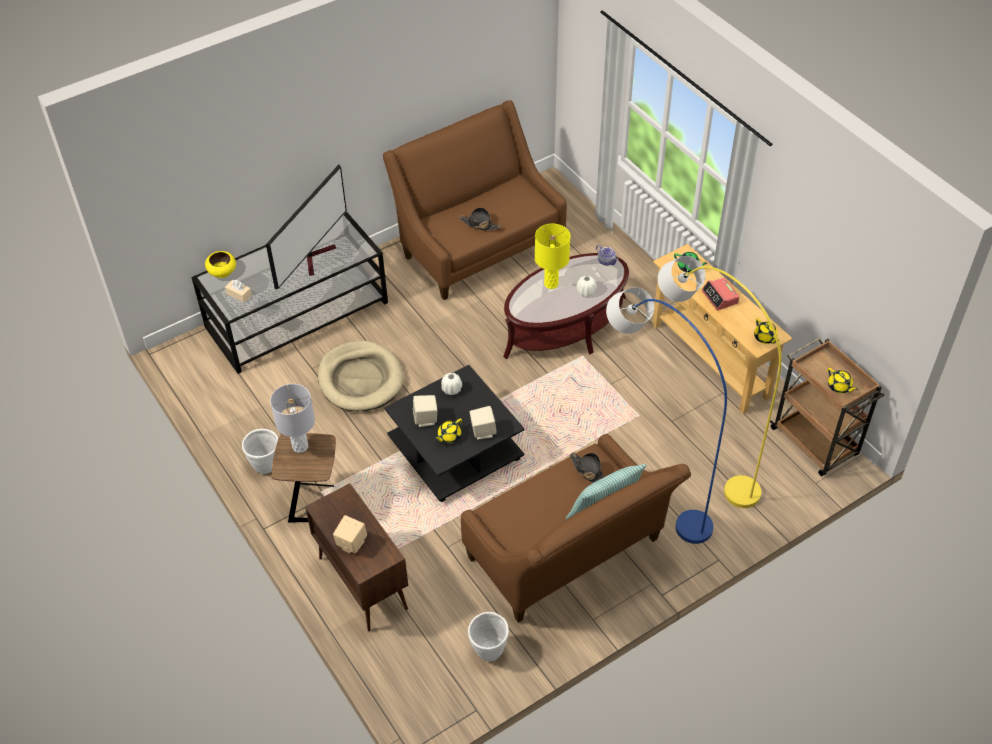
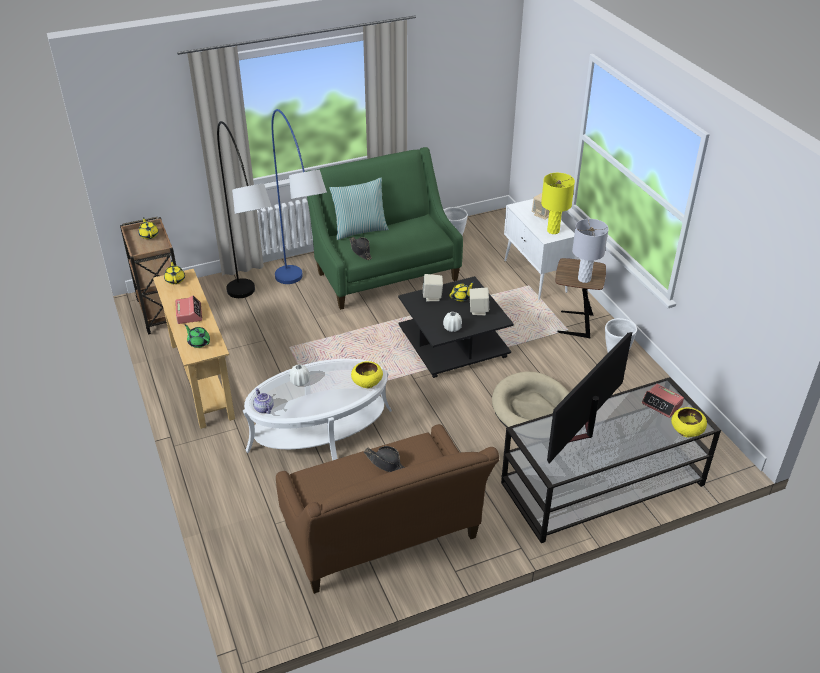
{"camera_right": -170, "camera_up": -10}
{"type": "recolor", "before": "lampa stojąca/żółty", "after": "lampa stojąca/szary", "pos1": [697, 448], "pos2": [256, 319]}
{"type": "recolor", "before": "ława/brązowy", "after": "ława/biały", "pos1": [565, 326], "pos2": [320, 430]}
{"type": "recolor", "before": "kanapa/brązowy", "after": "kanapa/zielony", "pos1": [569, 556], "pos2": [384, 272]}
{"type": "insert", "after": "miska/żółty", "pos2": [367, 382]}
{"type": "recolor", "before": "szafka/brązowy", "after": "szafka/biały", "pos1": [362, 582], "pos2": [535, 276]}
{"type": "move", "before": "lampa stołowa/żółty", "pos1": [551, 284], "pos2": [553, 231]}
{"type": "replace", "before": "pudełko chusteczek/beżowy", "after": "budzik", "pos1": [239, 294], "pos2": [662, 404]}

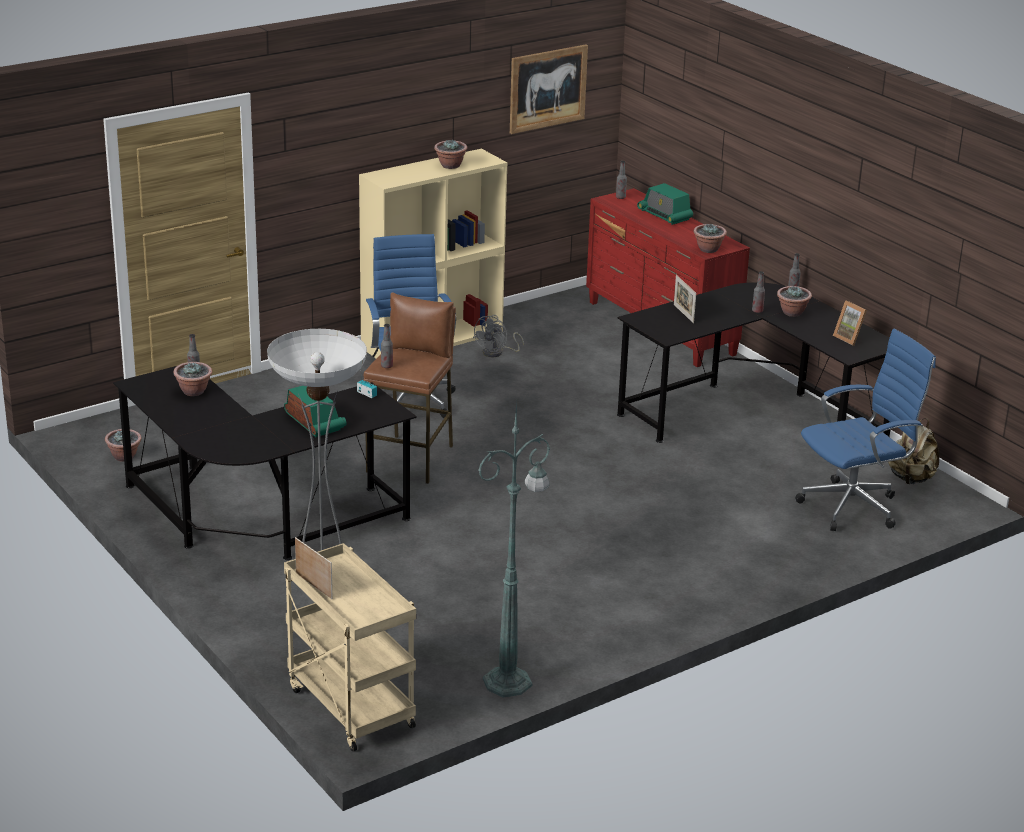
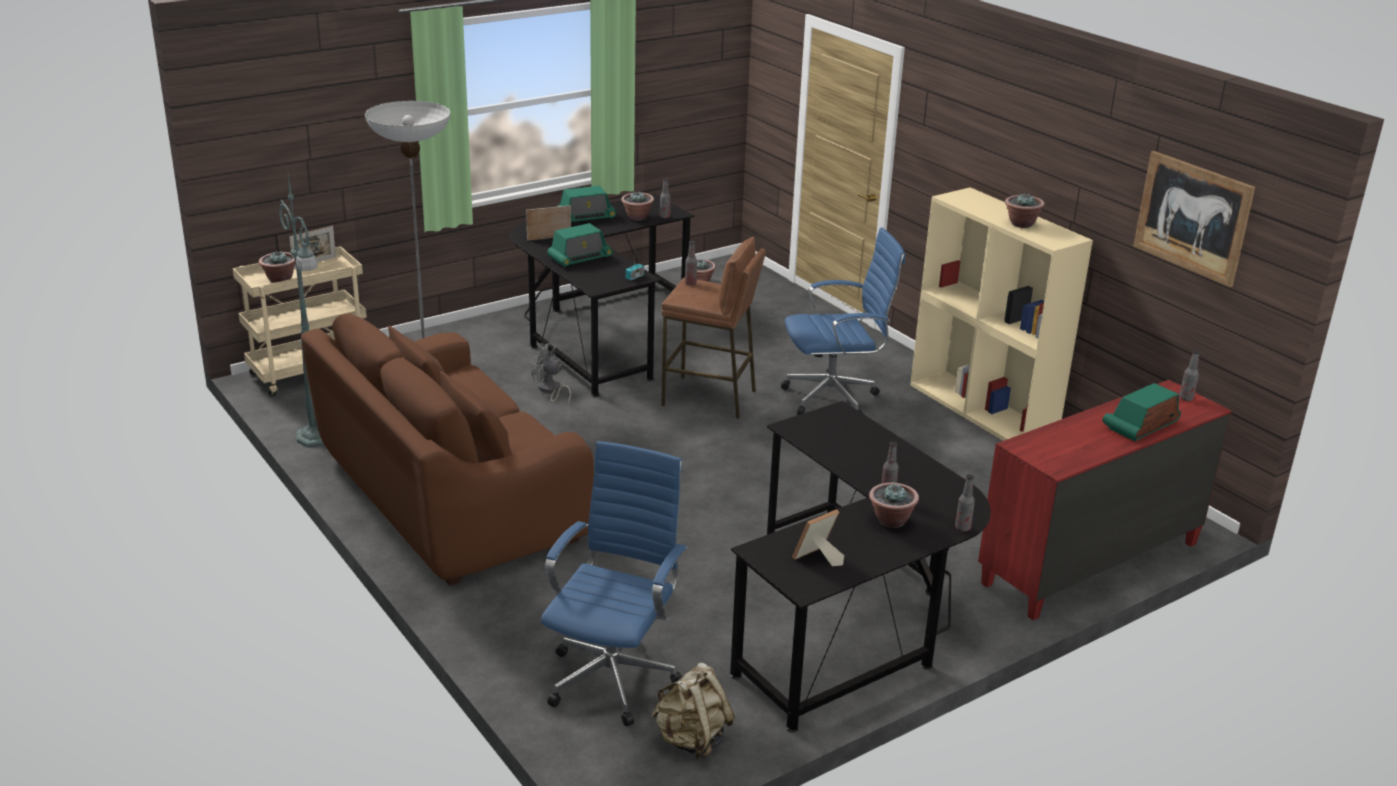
{"camera_right": 90, "camera_up": 0}
{"type": "move", "before": "roślina doniczkowa", "pos1": [708, 249], "pos2": [280, 280]}
{"type": "insert", "after": "kanapa/brązowy", "pos2": [450, 500]}
{"type": "move", "before": "ramka na zdjęcie", "pos1": [683, 313], "pos2": [549, 238]}
{"type": "move", "before": "wentylator/szary", "pos1": [497, 353], "pos2": [550, 390]}
{"type": "rotate", "before": "krzesło biurowe/niebieski", "pos1": [854, 506], "pos2": [614, 676], "turn": -135}
{"type": "insert", "after": "radio", "pos2": [586, 217]}

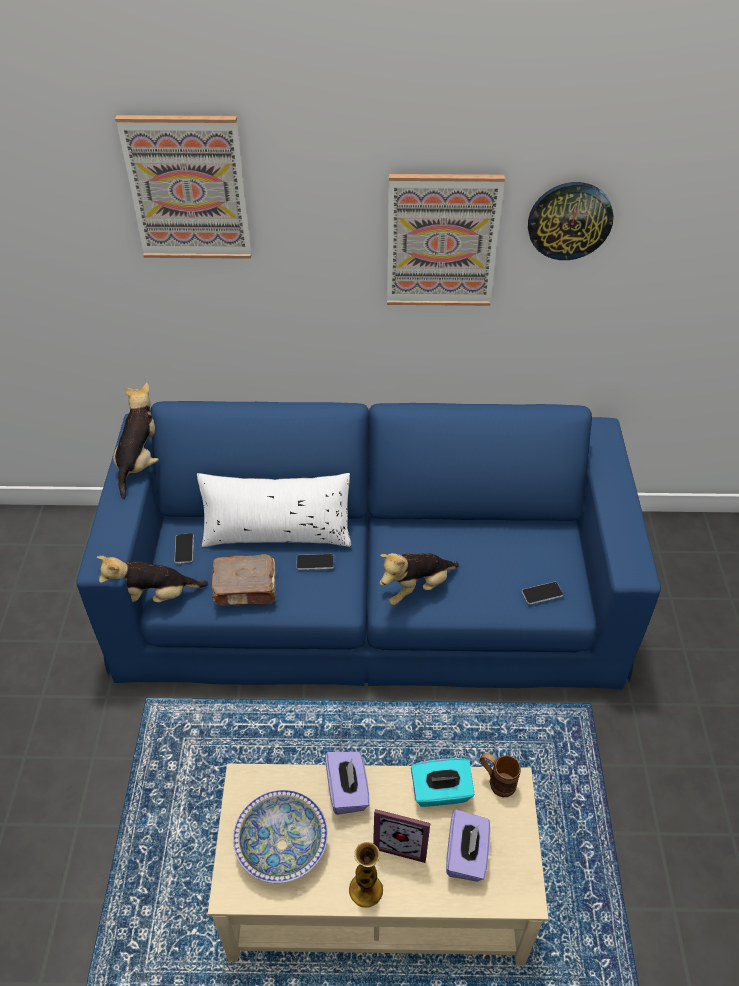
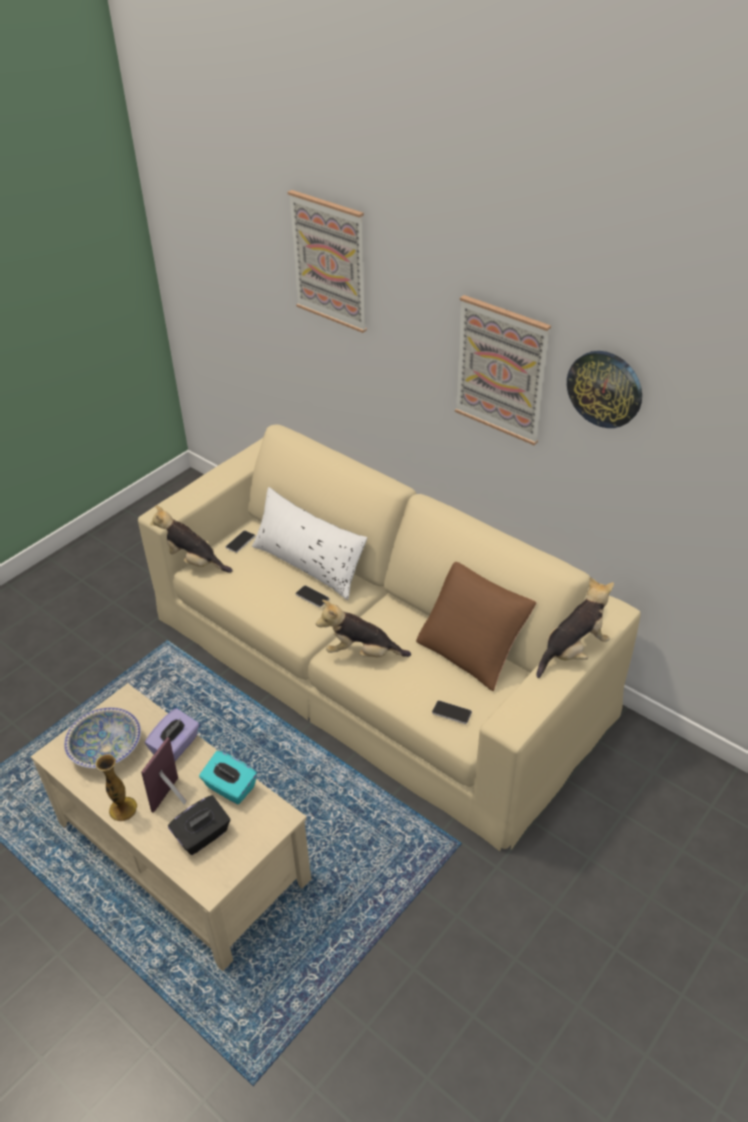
{"camera_right": 40, "camera_up": -5}
{"type": "recolor", "before": "kanapa/niebieski", "after": "kanapa/beżowy", "pos1": [369, 592], "pos2": [377, 661]}
{"type": "rotate", "before": "ramka na zdjęcie", "pos1": [402, 841], "pos2": [174, 798], "turn": 60}
{"type": "recolor", "before": "pudełko chusteczek/fioletowy", "after": "pudełko chusteczek/czarny", "pos1": [466, 855], "pos2": [202, 835]}
{"type": "insert", "after": "poduszka/brązowy", "pos2": [471, 650]}
{"type": "move", "before": "pluszak", "pos1": [141, 462], "pos2": [572, 651]}
{"type": "delete", "before": "książka/brązowy", "pos1": [246, 588]}
{"type": "delete", "before": "kubek/brązowy", "pos1": [496, 782]}

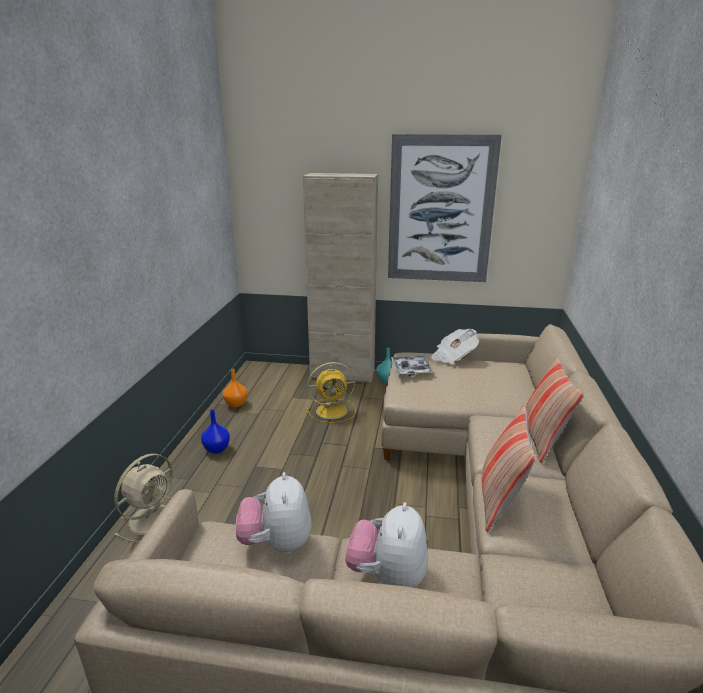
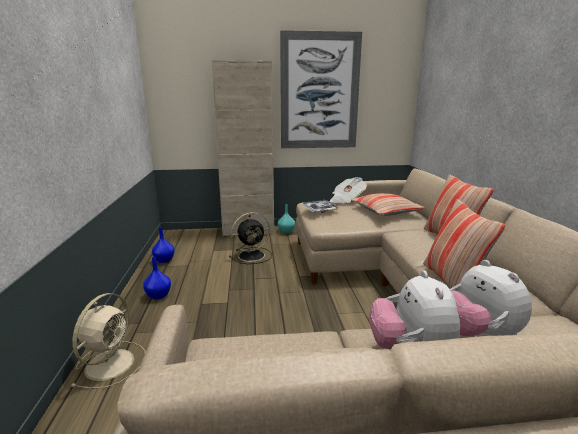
{"camera_right": -15, "camera_up": -5}
{"type": "recolor", "before": "wazon/pomarańczowy", "after": "wazon/niebieski", "pos1": [236, 404], "pos2": [164, 260]}
{"type": "recolor", "before": "wentylator/żółty", "after": "wentylator/czarny", "pos1": [333, 410], "pos2": [252, 255]}
{"type": "insert", "after": "poduszka", "pos2": [386, 211]}
{"type": "move", "before": "pluszak", "pos1": [277, 543], "pos2": [478, 334]}

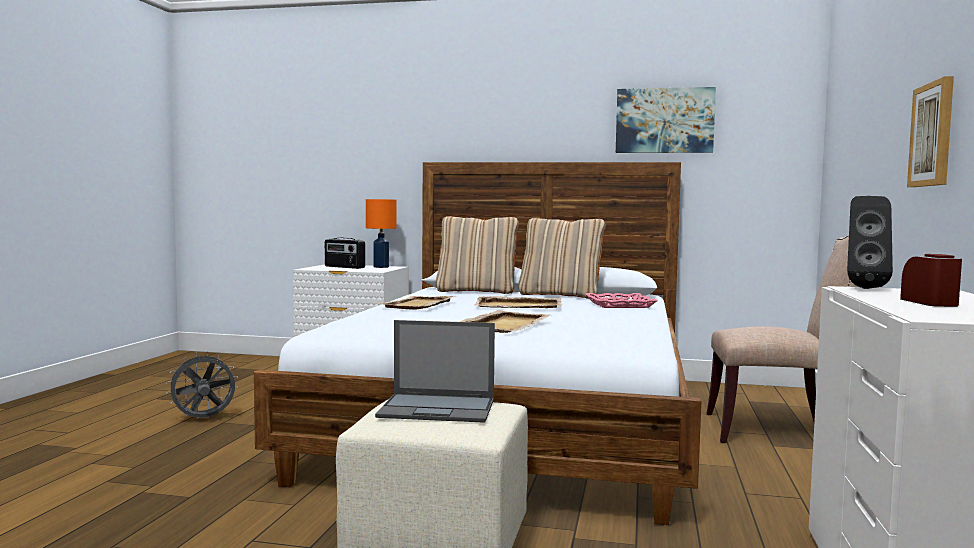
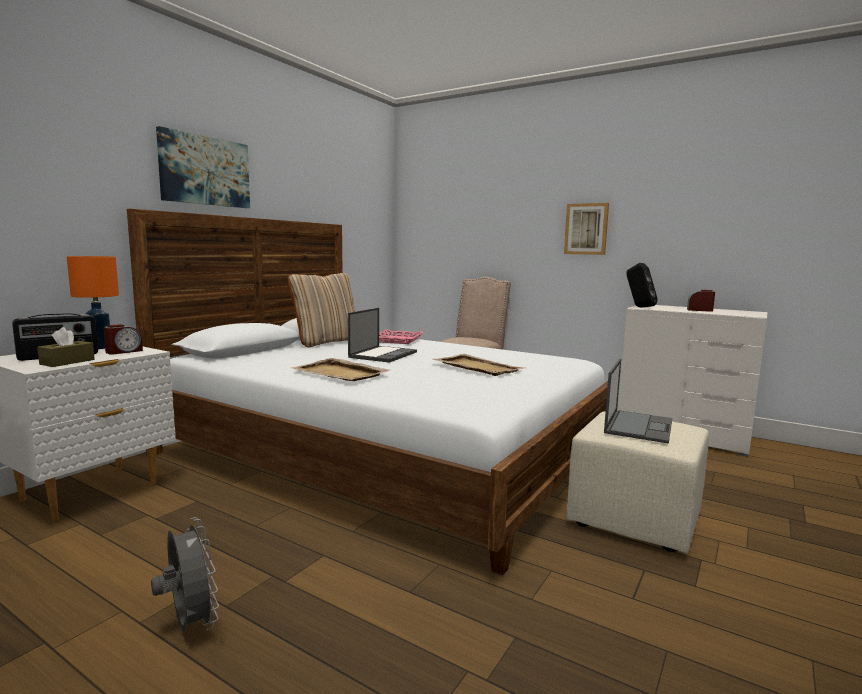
{"camera_right": -70, "camera_up": 5}
{"type": "insert", "after": "pudełko chusteczek/brązowy", "pos2": [67, 362]}
{"type": "insert", "after": "budzik", "pos2": [124, 351]}
{"type": "rotate", "before": "wentylator/szary", "pos1": [203, 419], "pos2": [190, 624], "turn": 150}
{"type": "move", "before": "obraz", "pos1": [664, 121], "pos2": [205, 171]}
{"type": "replace", "before": "taca/beżowy", "after": "laptop", "pos1": [519, 306], "pos2": [383, 354]}
{"type": "delete", "before": "poduszka/beżowy", "pos1": [476, 291]}

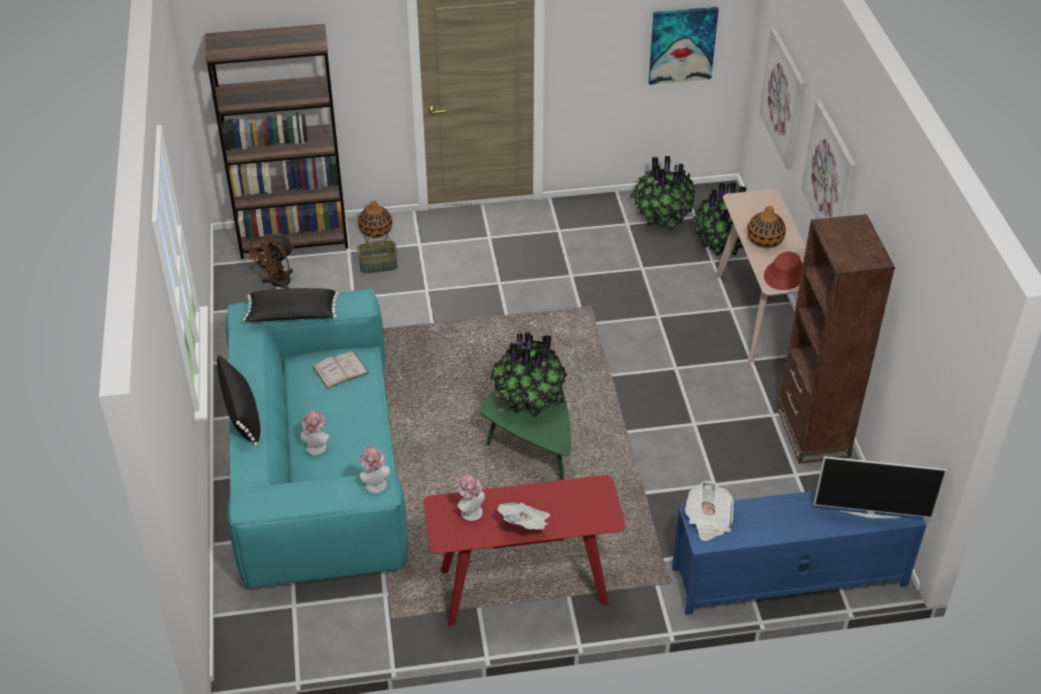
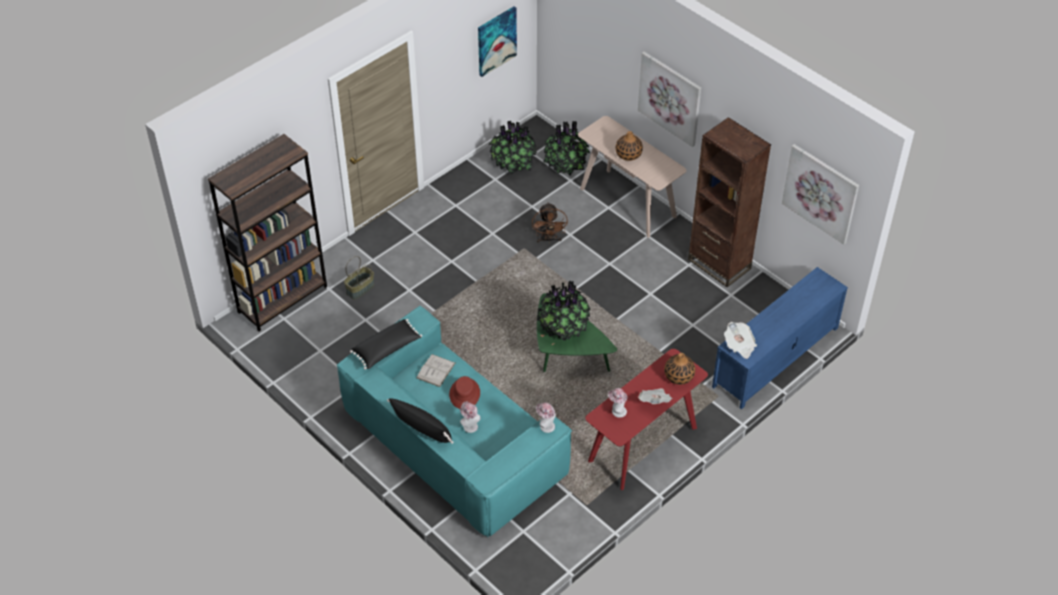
{"camera_right": -35, "camera_up": 5}
{"type": "move", "before": "kapelusz/czerwony", "pos1": [785, 275], "pos2": [465, 394]}
{"type": "move", "before": "wentylator/brązowy", "pos1": [277, 285], "pos2": [549, 239]}
{"type": "move", "before": "wazon", "pos1": [375, 231], "pos2": [679, 376]}
{"type": "move", "before": "obraz", "pos1": [784, 98], "pos2": [820, 193]}
{"type": "delete", "before": "telewizor", "pos1": [870, 513]}

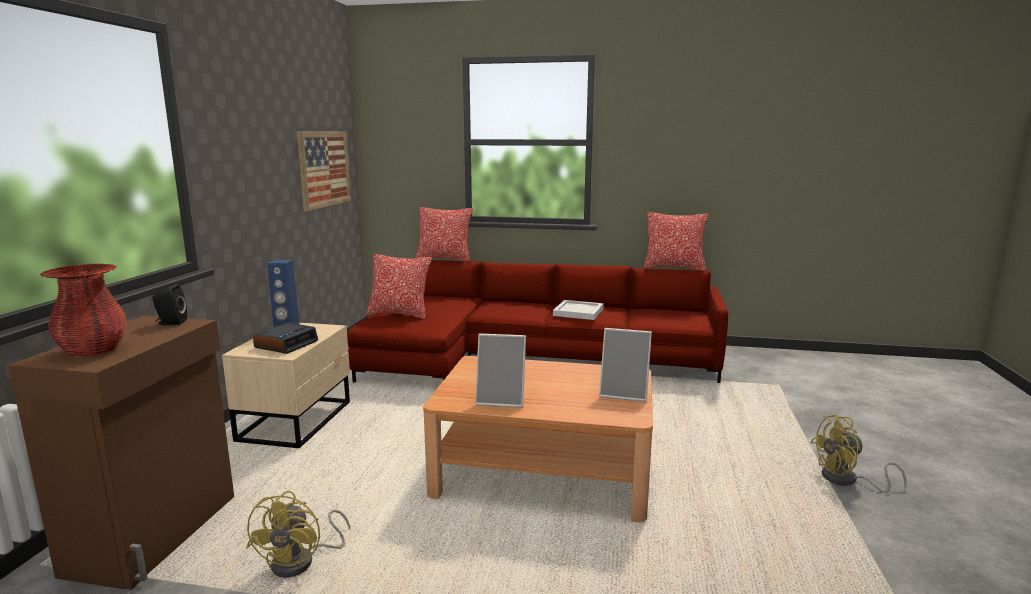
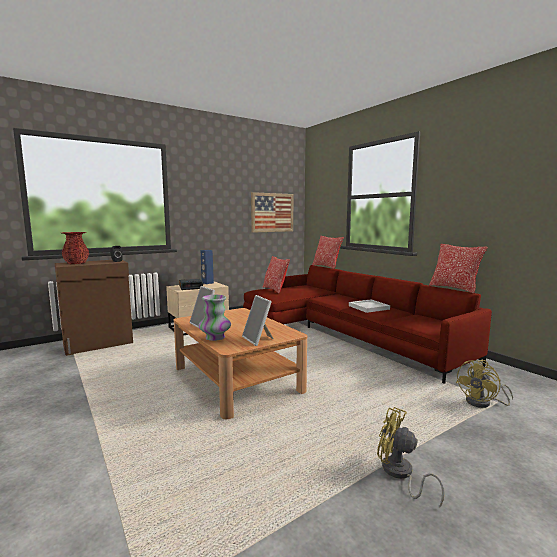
{"camera_right": 45, "camera_up": -5}
{"type": "insert", "after": "wazon", "pos2": [215, 337]}
{"type": "move", "before": "wentylator/żółty", "pos1": [302, 561], "pos2": [483, 403]}

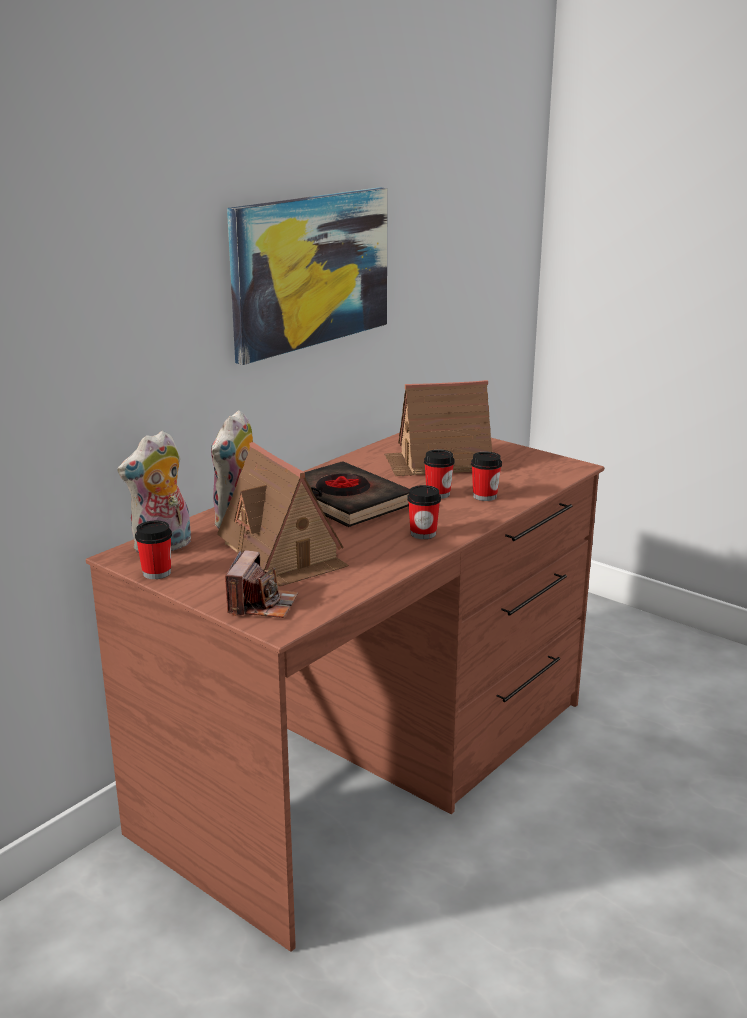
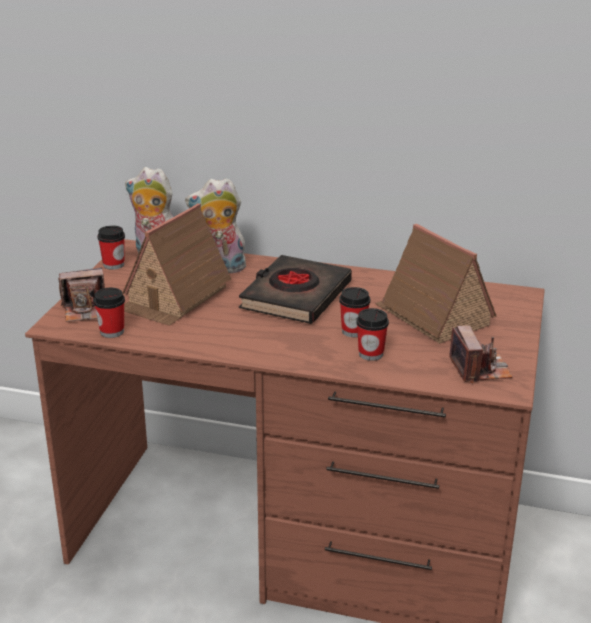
{"camera_right": 65, "camera_up": 5}
{"type": "move", "before": "filiżanka", "pos1": [423, 534], "pos2": [112, 332]}
{"type": "insert", "after": "aparat fotograficzny", "pos2": [480, 369]}
{"type": "delete", "before": "obraz", "pos1": [310, 271]}

